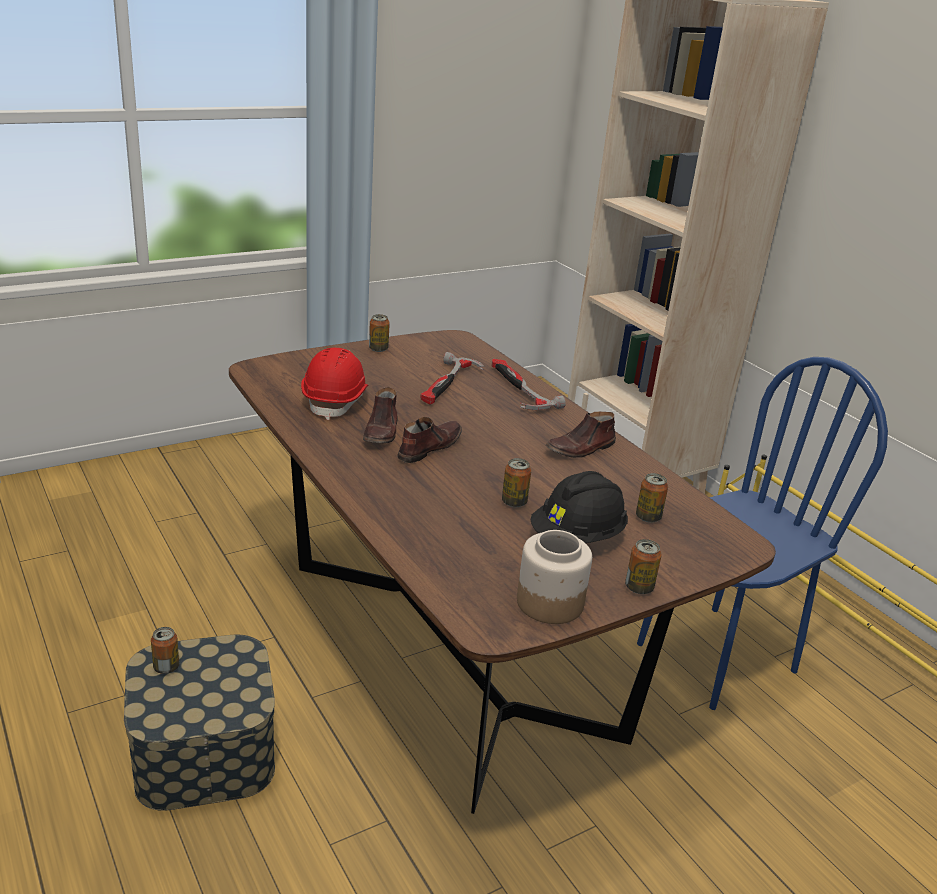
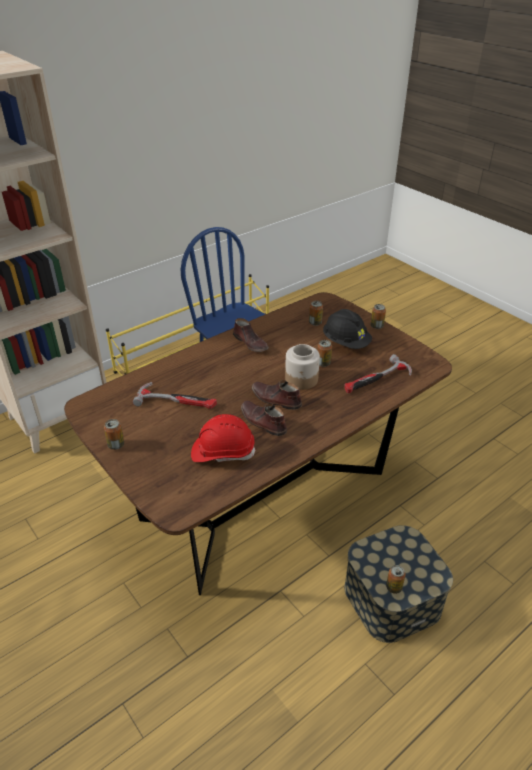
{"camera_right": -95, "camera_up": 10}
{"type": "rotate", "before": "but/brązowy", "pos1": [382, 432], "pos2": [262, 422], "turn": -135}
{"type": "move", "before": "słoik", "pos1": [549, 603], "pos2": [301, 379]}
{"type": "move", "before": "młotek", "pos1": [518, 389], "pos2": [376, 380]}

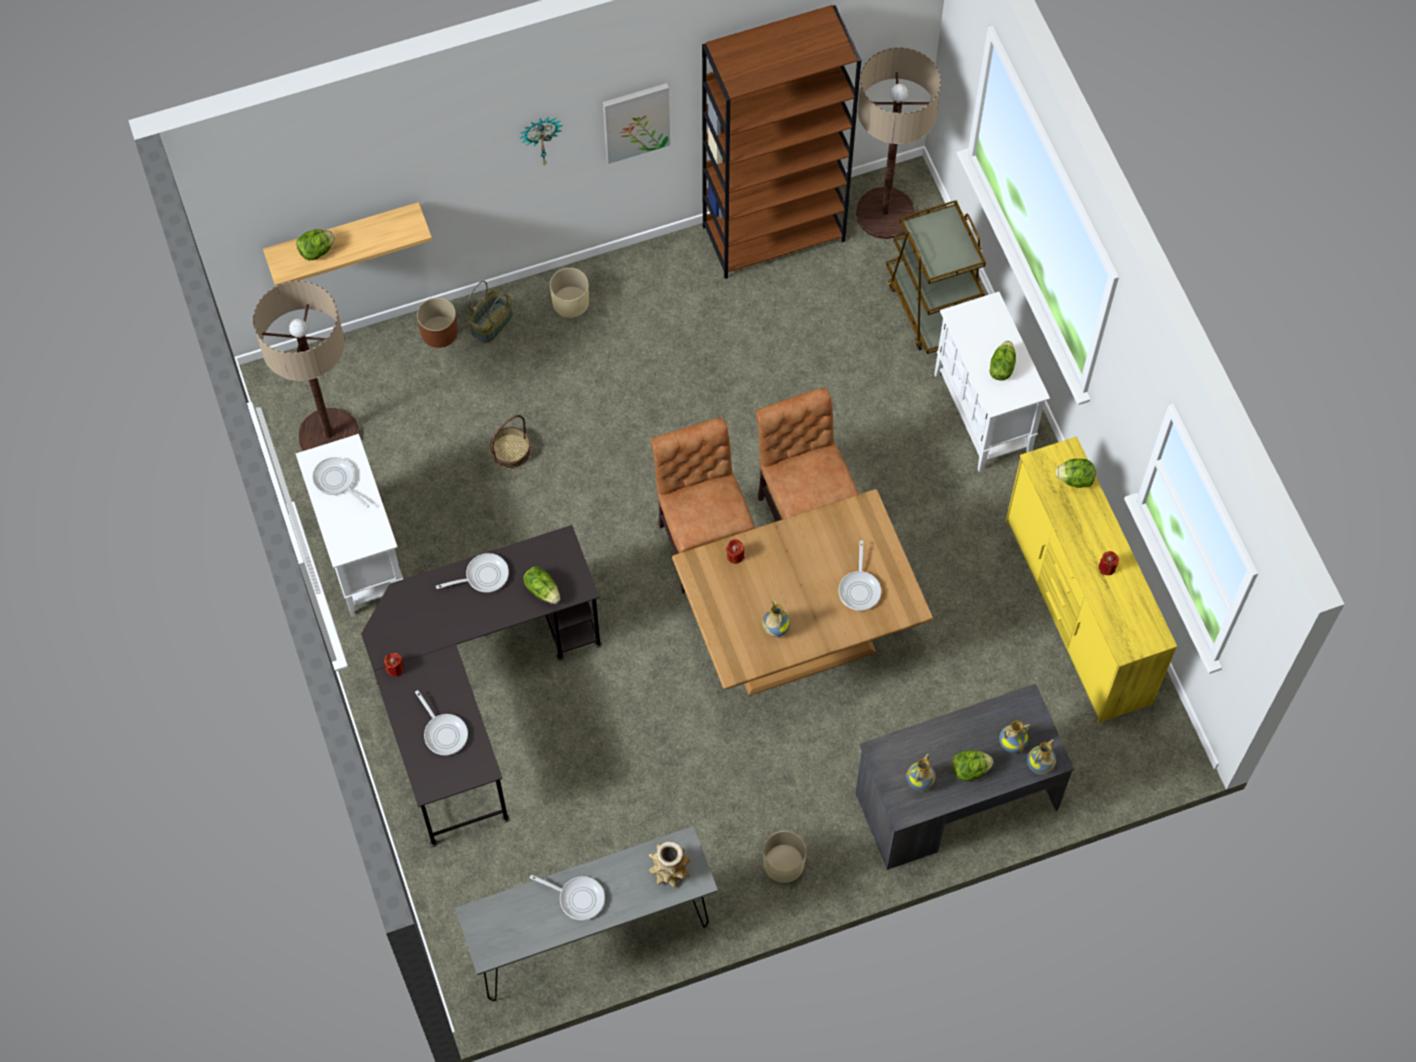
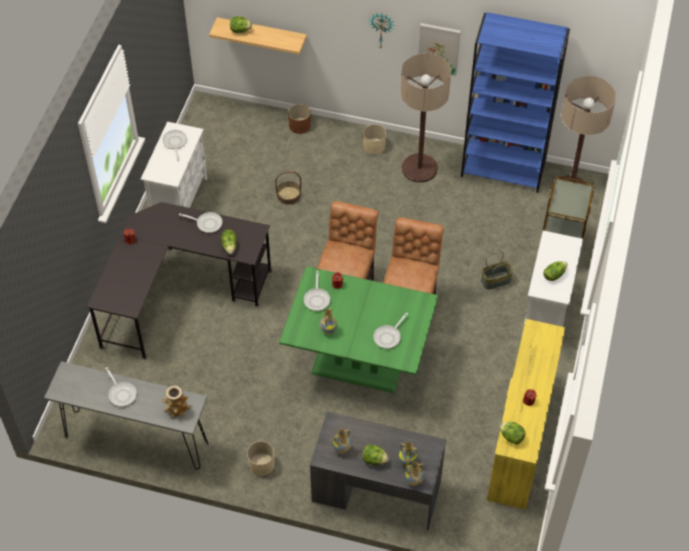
{"camera_right": 35, "camera_up": -10}
{"type": "recolor", "before": "stół jadalny/brązowy", "after": "stół jadalny/zielony", "pos1": [797, 638], "pos2": [358, 362]}
{"type": "move", "before": "patelnia", "pos1": [444, 732], "pos2": [317, 299]}
{"type": "move", "before": "lampa stojąca", "pos1": [329, 437], "pos2": [419, 168]}
{"type": "recolor", "before": "regał/brązowy", "after": "regał/niebieski", "pos1": [774, 233], "pos2": [503, 169]}
{"type": "move", "before": "koszyk", "pos1": [491, 322], "pos2": [496, 280]}
{"type": "move", "before": "sałata", "pos1": [1075, 479], "pos2": [511, 437]}

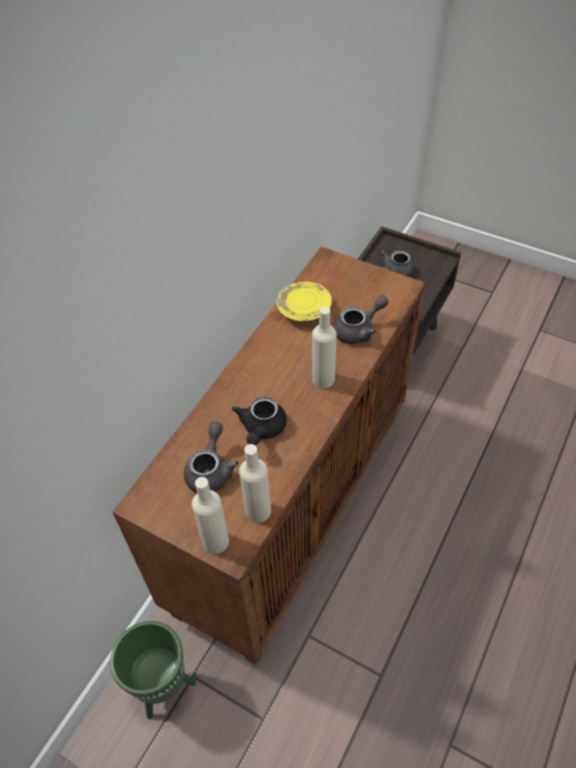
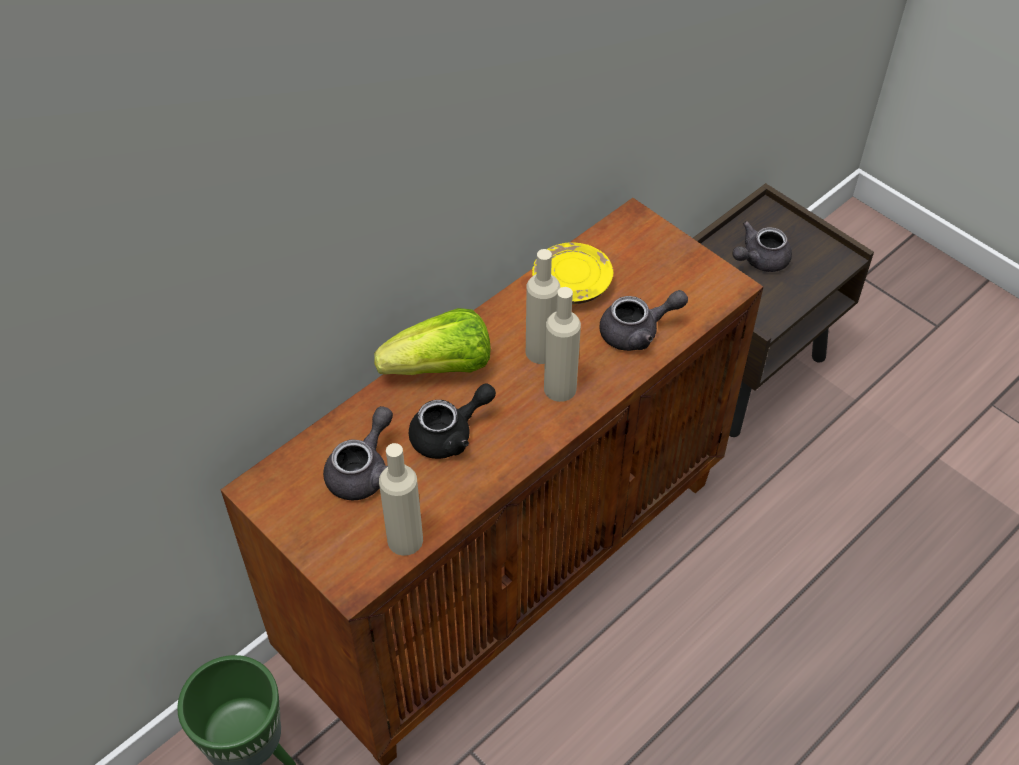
{"camera_right": 15, "camera_up": 0}
{"type": "insert", "after": "sałata", "pos2": [441, 368]}
{"type": "rotate", "before": "imbryk/czarny", "pos1": [261, 429], "pos2": [450, 434], "turn": -150}
{"type": "move", "before": "butelka/beżowy", "pos1": [215, 541], "pos2": [541, 351]}

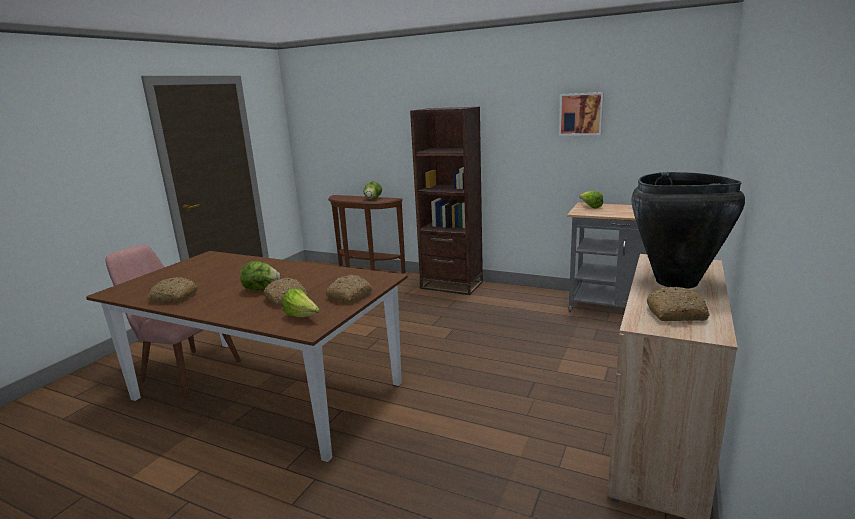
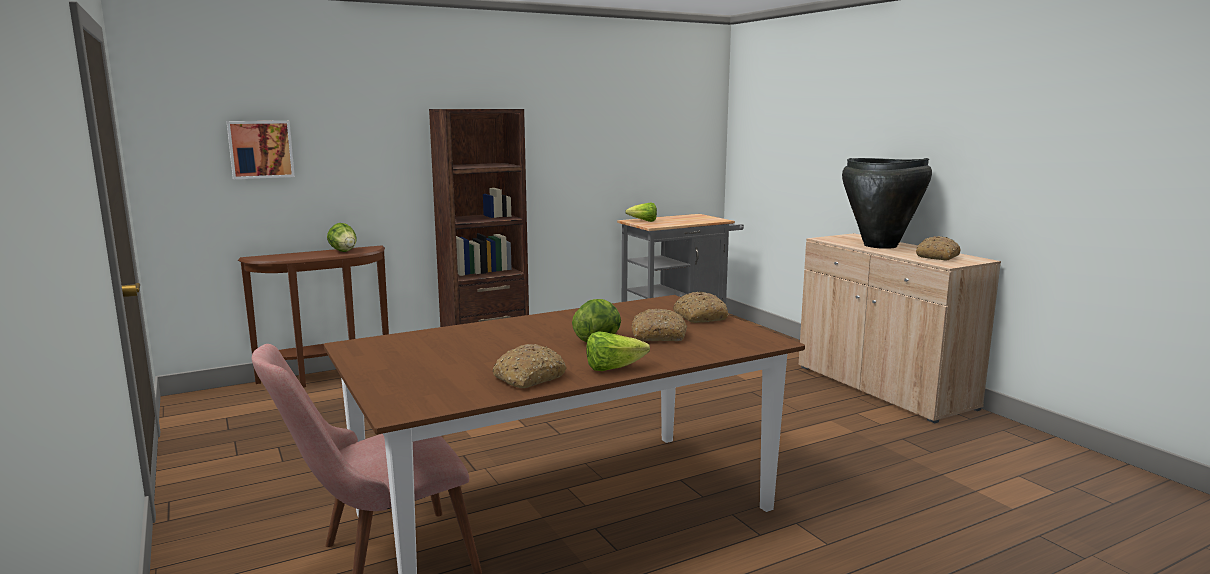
{"camera_right": -55, "camera_up": -5}
{"type": "move", "before": "obraz", "pos1": [581, 114], "pos2": [261, 149]}
{"type": "move", "before": "sałata", "pos1": [302, 316], "pos2": [613, 369]}

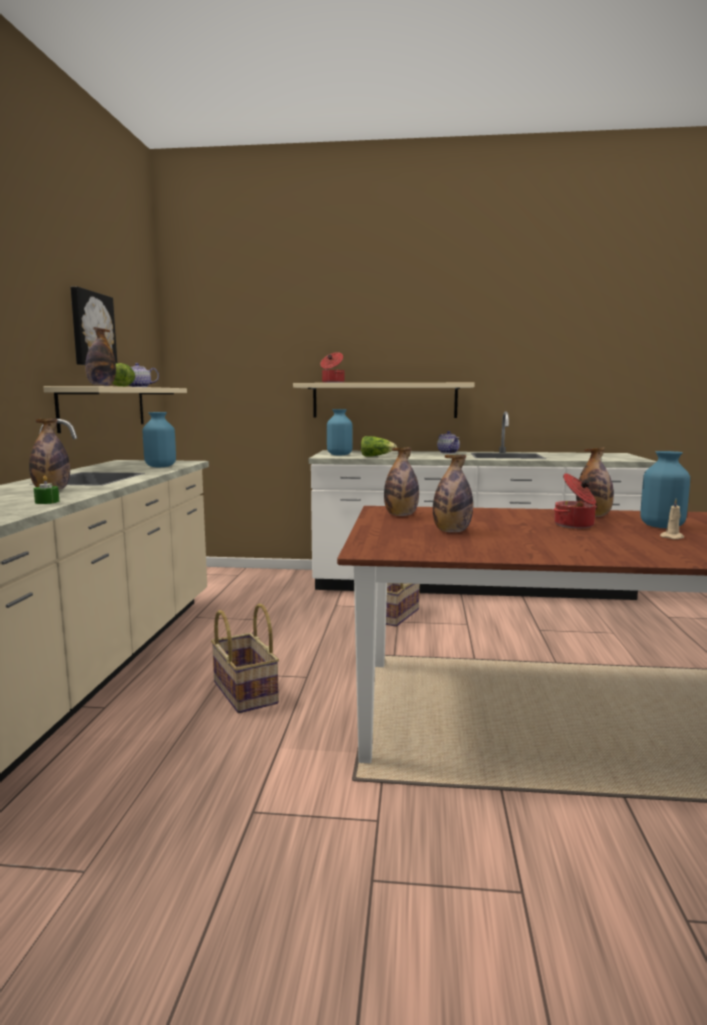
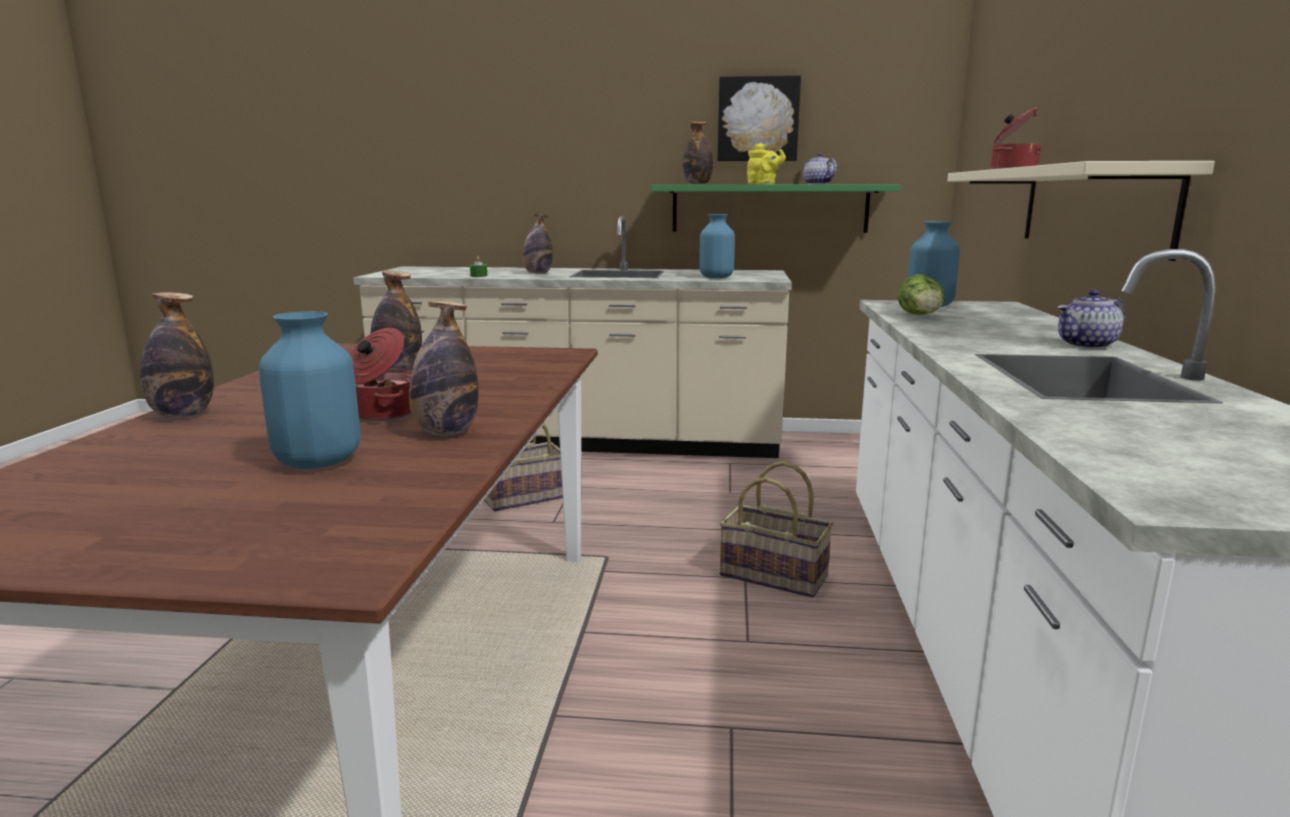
{"camera_right": 90, "camera_up": 5}
{"type": "move", "before": "butelka", "pos1": [401, 515], "pos2": [183, 415]}
{"type": "recolor", "before": "półka/beżowy", "after": "półka/zielony", "pos1": [104, 407], "pos2": [769, 208]}
{"type": "replace", "before": "sałata", "after": "imbryk/żółty", "pos1": [123, 386], "pos2": [763, 184]}
{"type": "delete", "before": "świeca/beżowy", "pos1": [672, 537]}

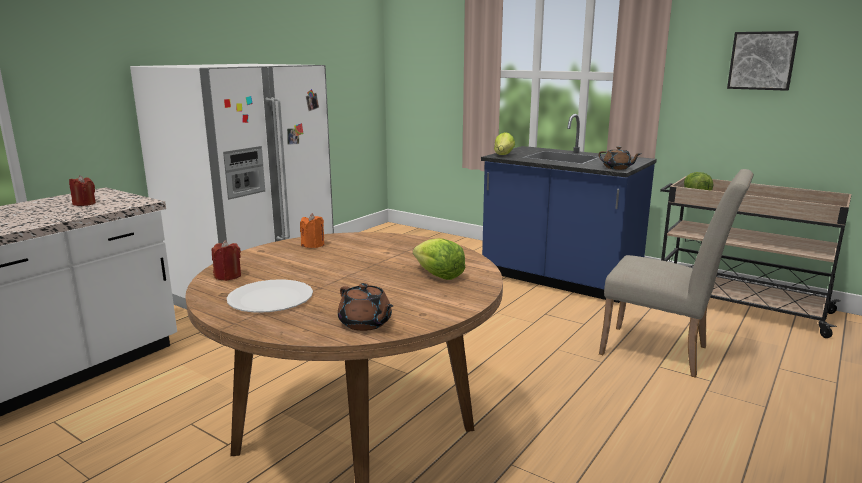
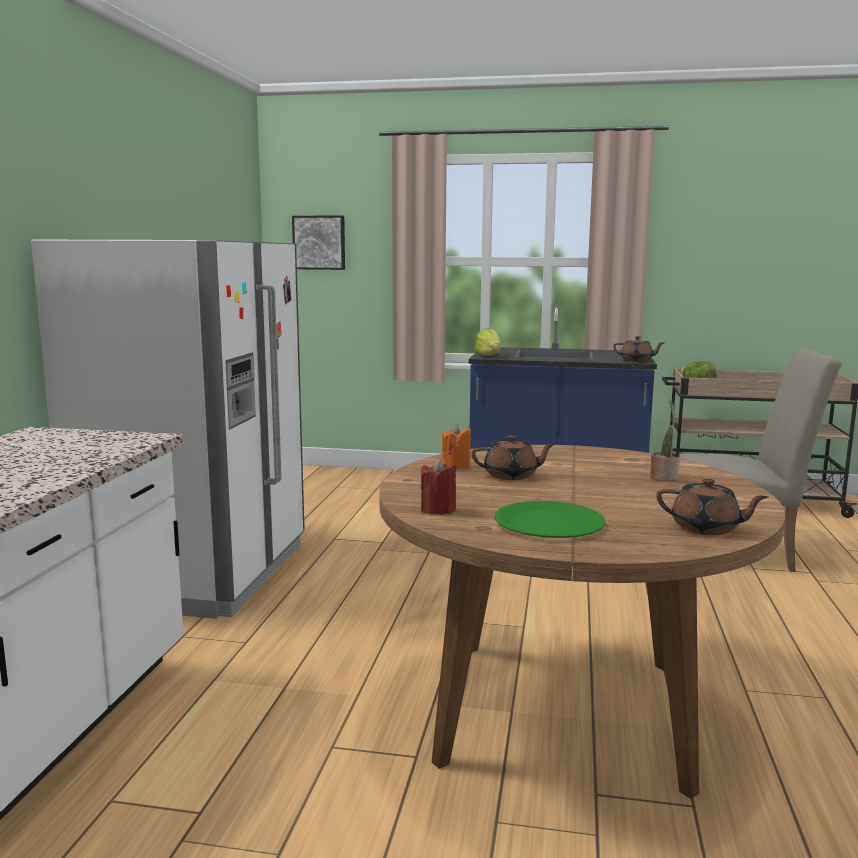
{"camera_right": -25, "camera_up": -5}
{"type": "move", "before": "obraz", "pos1": [762, 60], "pos2": [319, 242]}
{"type": "insert", "after": "imbryk/brązowy", "pos2": [511, 475]}
{"type": "recolor", "before": "talerz/biały", "after": "talerz/zielony", "pos1": [271, 298], "pos2": [549, 523]}
{"type": "replace", "before": "sałata", "after": "roślina doniczkowa", "pos1": [438, 275], "pos2": [664, 477]}
{"type": "delete", "before": "świeca/czerwony", "pos1": [84, 204]}

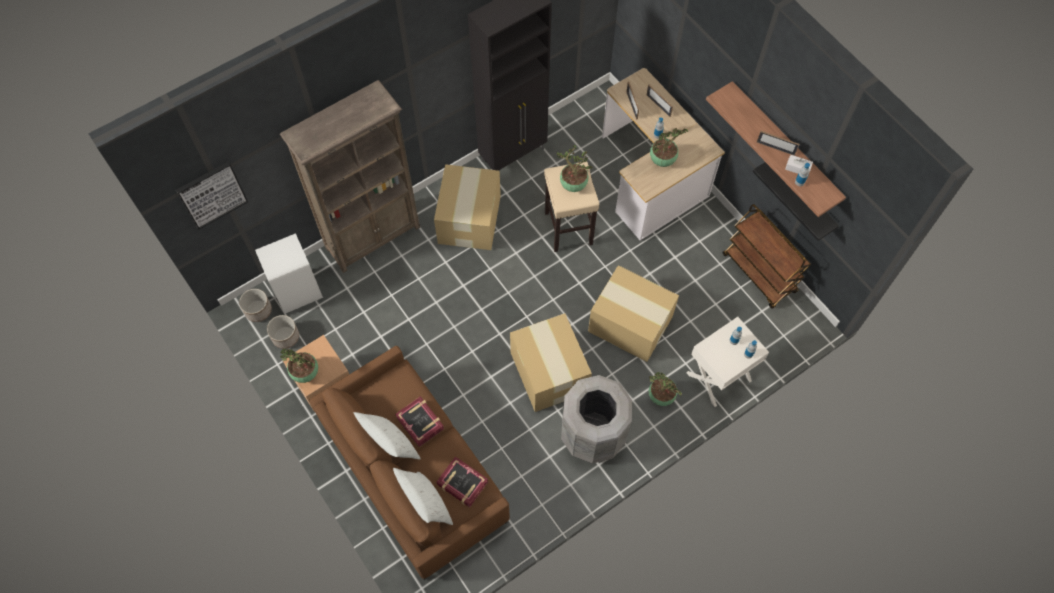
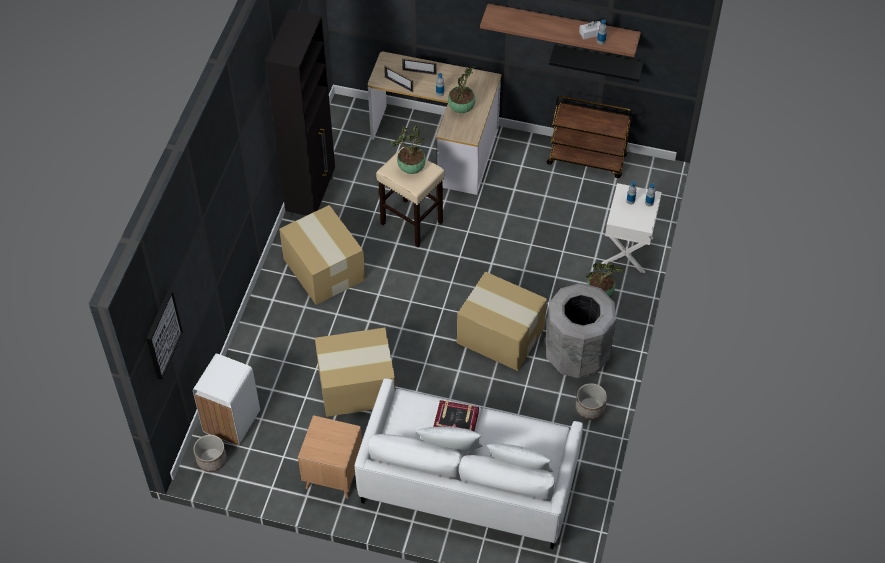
{"camera_right": -40, "camera_up": -10}
{"type": "move", "before": "karton", "pos1": [629, 323], "pos2": [355, 385]}
{"type": "recolor", "before": "kanapa/brązowy", "after": "kanapa/biały", "pos1": [414, 472], "pos2": [468, 480]}
{"type": "move", "before": "donica", "pos1": [286, 336], "pos2": [589, 408]}
{"type": "delete", "before": "roślina doniczkowa", "pos1": [306, 373]}
{"type": "delete", "before": "regał/brązowy", "pos1": [373, 237]}
{"type": "delete", "before": "książka", "pos1": [462, 483]}
{"type": "delete", "before": "ramka na zdjęcie", "pos1": [775, 148]}

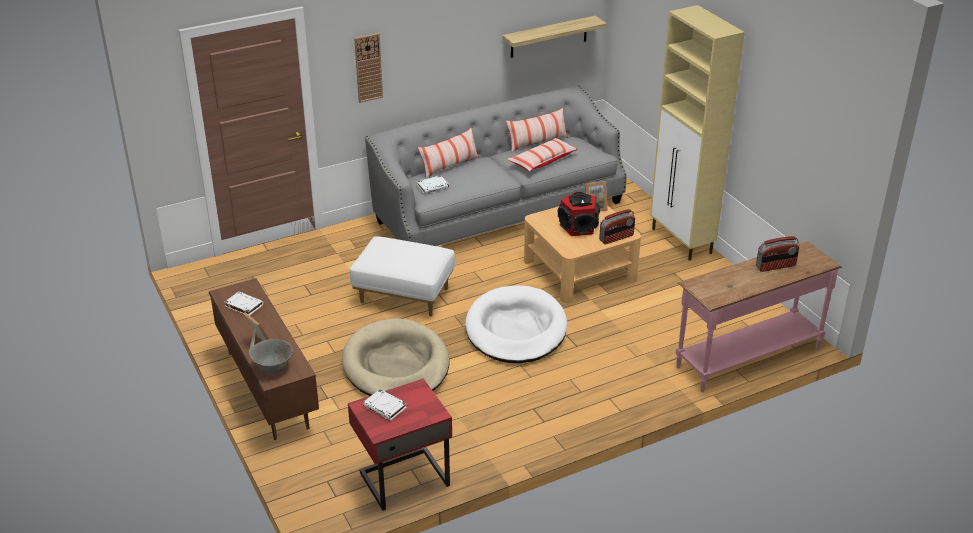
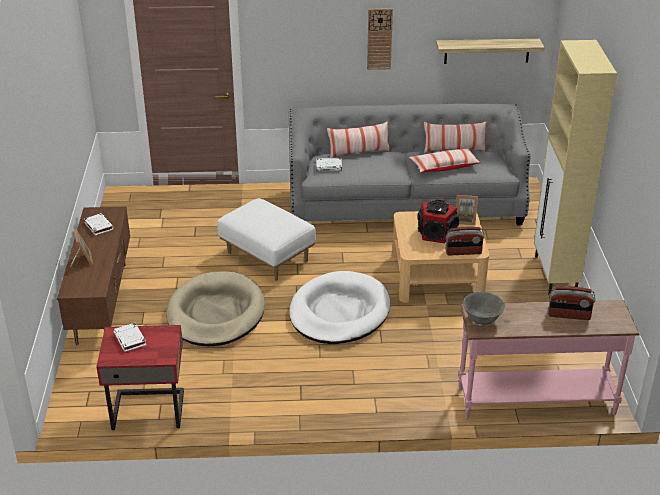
{"camera_right": 25, "camera_up": 0}
{"type": "move", "before": "zegar ścienny", "pos1": [368, 67], "pos2": [379, 39]}
{"type": "move", "before": "miska/szary", "pos1": [273, 367], "pos2": [482, 319]}

